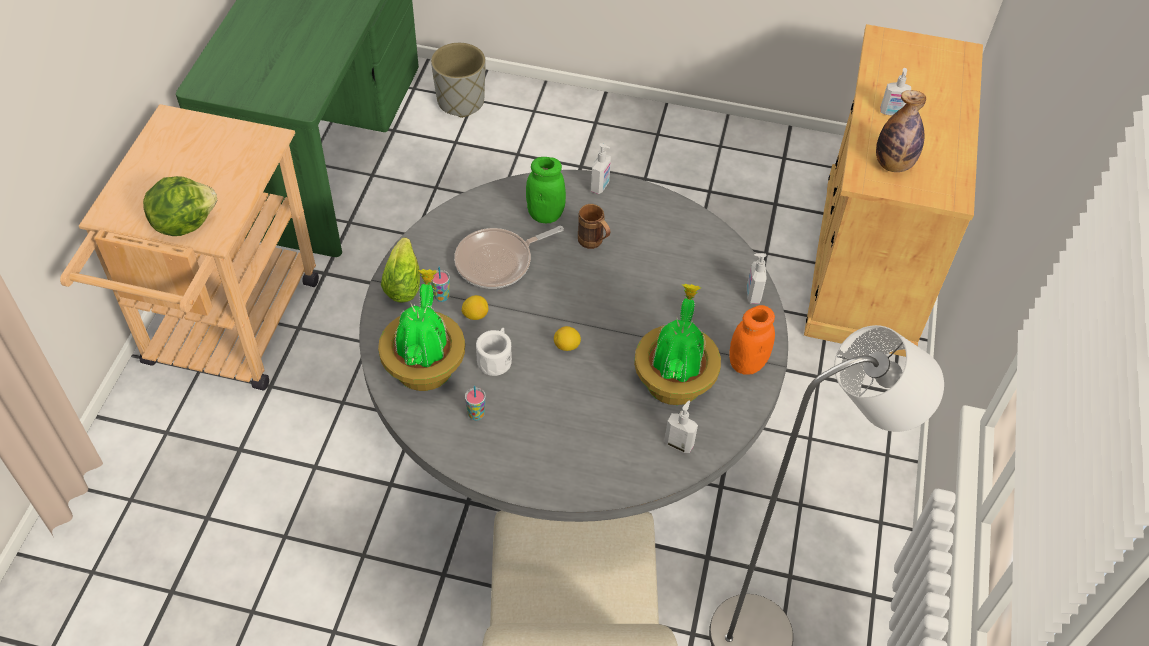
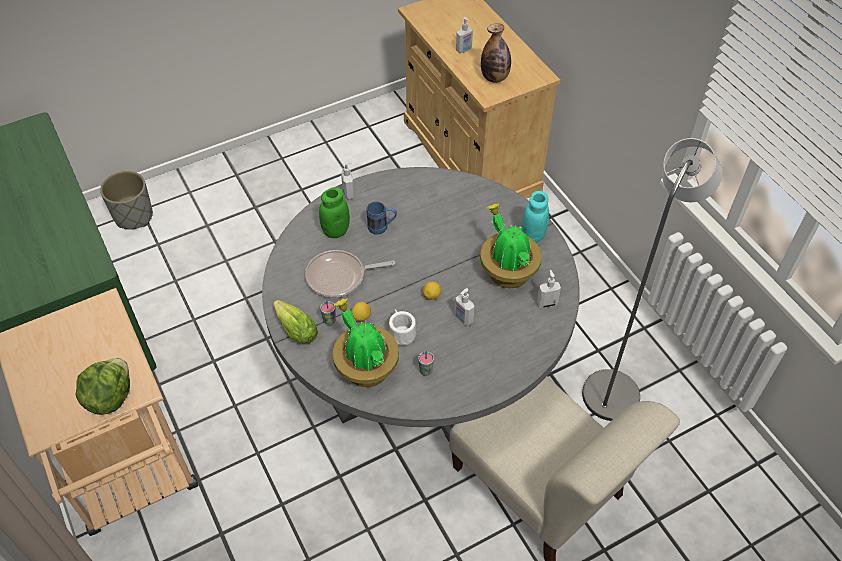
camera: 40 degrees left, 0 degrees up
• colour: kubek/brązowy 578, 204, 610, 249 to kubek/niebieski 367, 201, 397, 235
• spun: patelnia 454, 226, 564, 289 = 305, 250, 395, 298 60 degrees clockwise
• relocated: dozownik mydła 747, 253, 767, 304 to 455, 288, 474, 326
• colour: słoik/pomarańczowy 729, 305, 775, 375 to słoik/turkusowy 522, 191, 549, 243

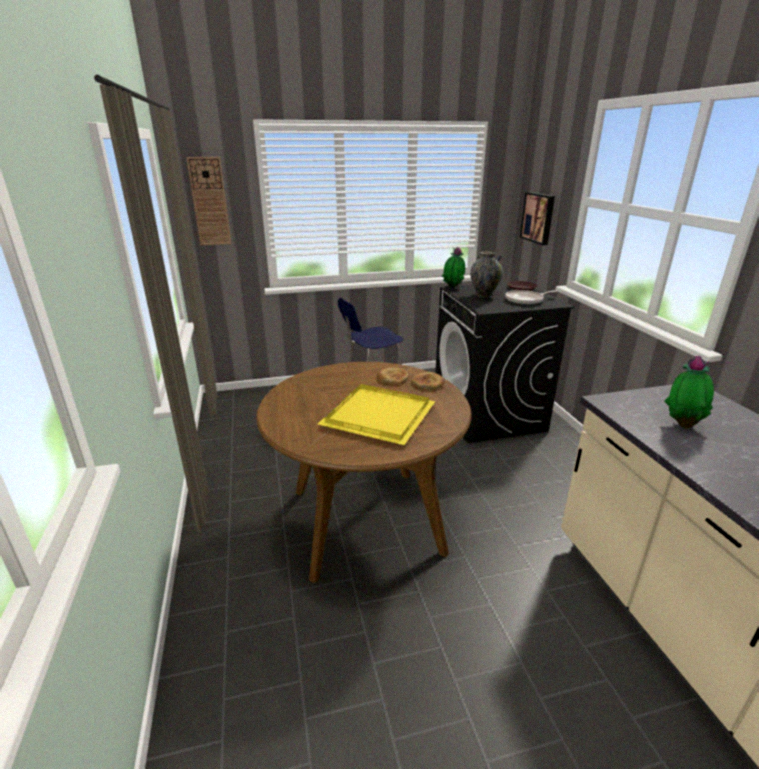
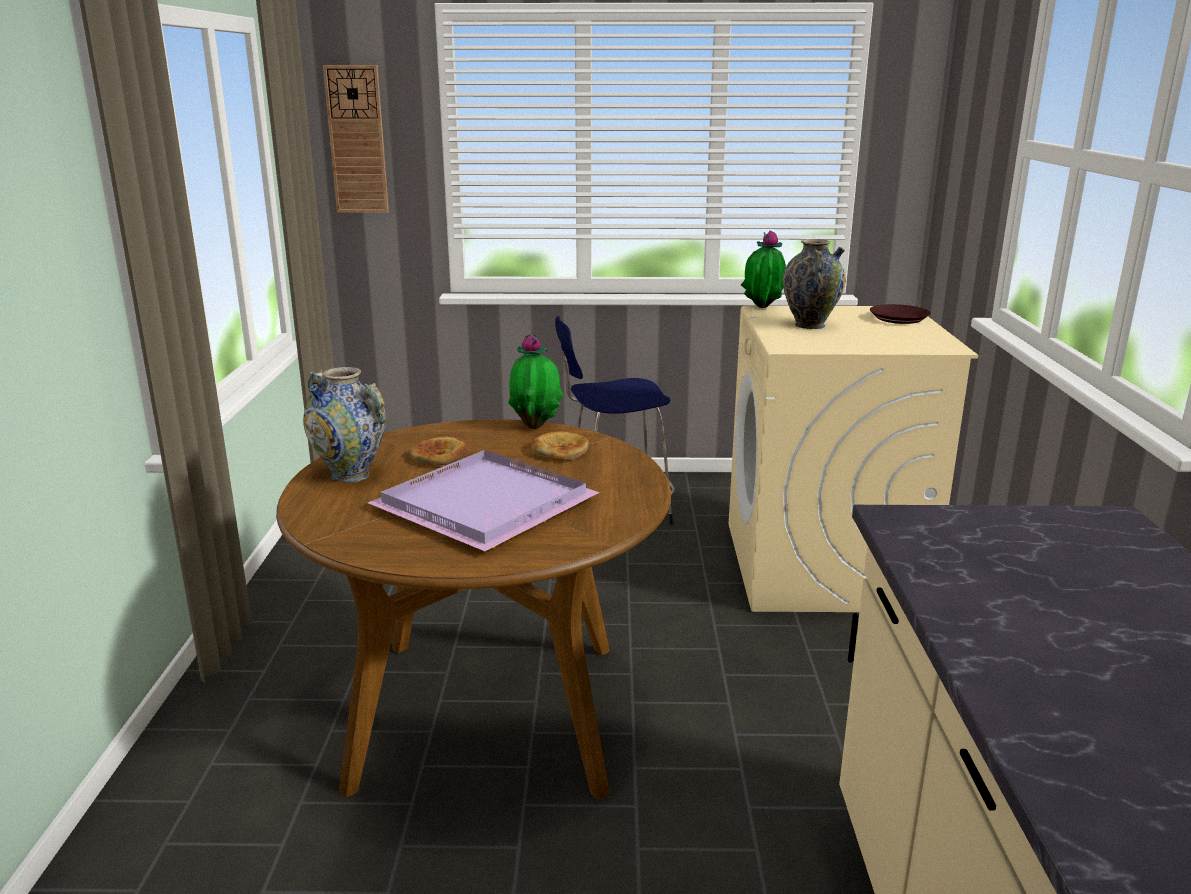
camera: 15 degrees right, 5 degrees down
• missing: obraz 520, 192, 555, 245
• colour: pralka/czarny 435, 282, 574, 443 to pralka/beżowy 729, 306, 978, 612
• missing: patelnia 505, 290, 557, 305
• relocated: roślina doniczkowa 664, 356, 714, 428 to 509, 334, 564, 429
• relocated: chleb 411, 372, 445, 390 to 409, 437, 470, 466
• colour: taca/żółty 318, 384, 435, 445 to taca/fioletowy 368, 450, 600, 551
• appeared: wazon 303, 367, 386, 483

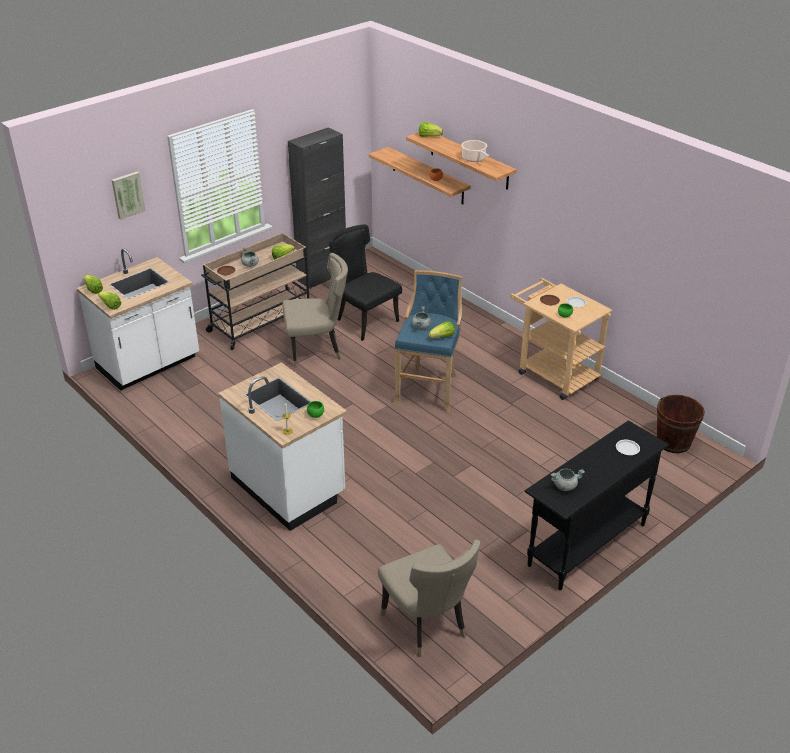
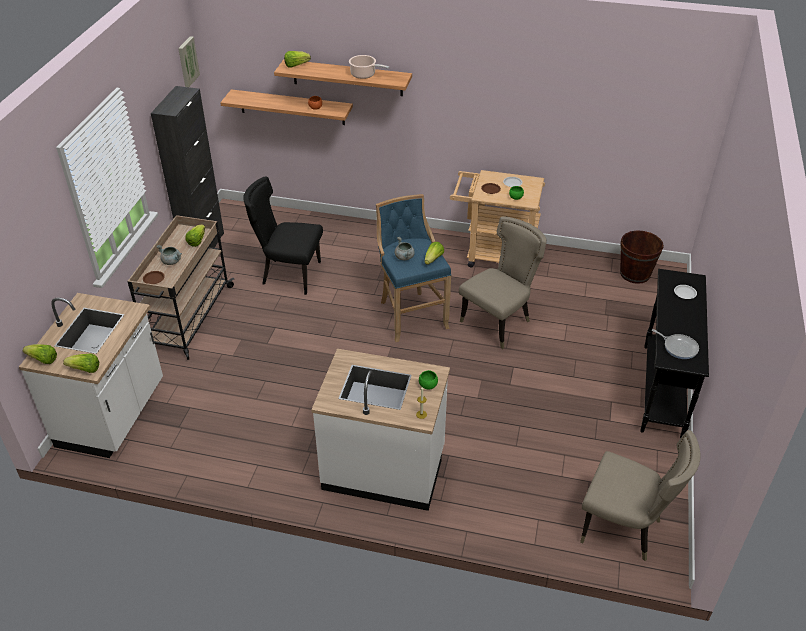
camera: 35 degrees left, 5 degrees up
• relocated: obraz 112, 172, 146, 220 to 178, 36, 200, 87
• relocated: krzesło/beżowy 282, 253, 348, 368 to 459, 216, 547, 349
• exchanged: garnek/szary 551, 469, 585, 491 to patelnia 652, 329, 699, 359

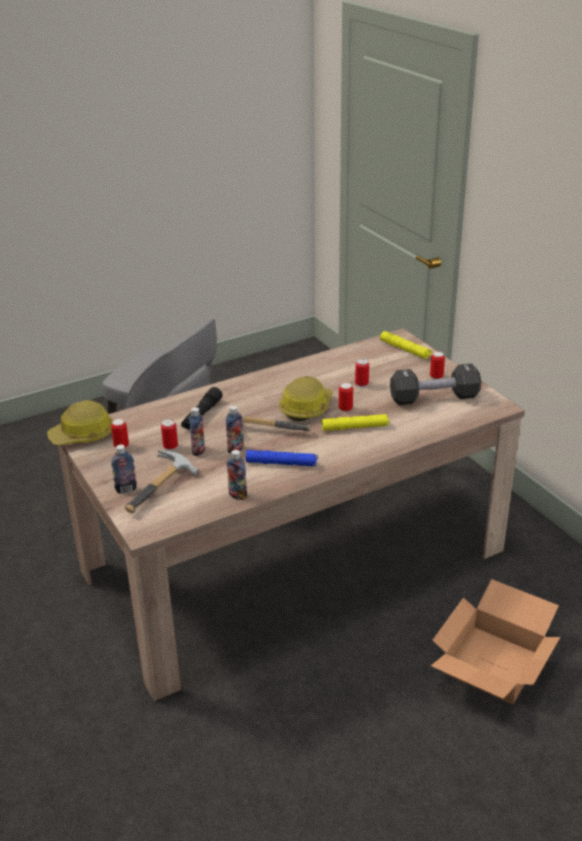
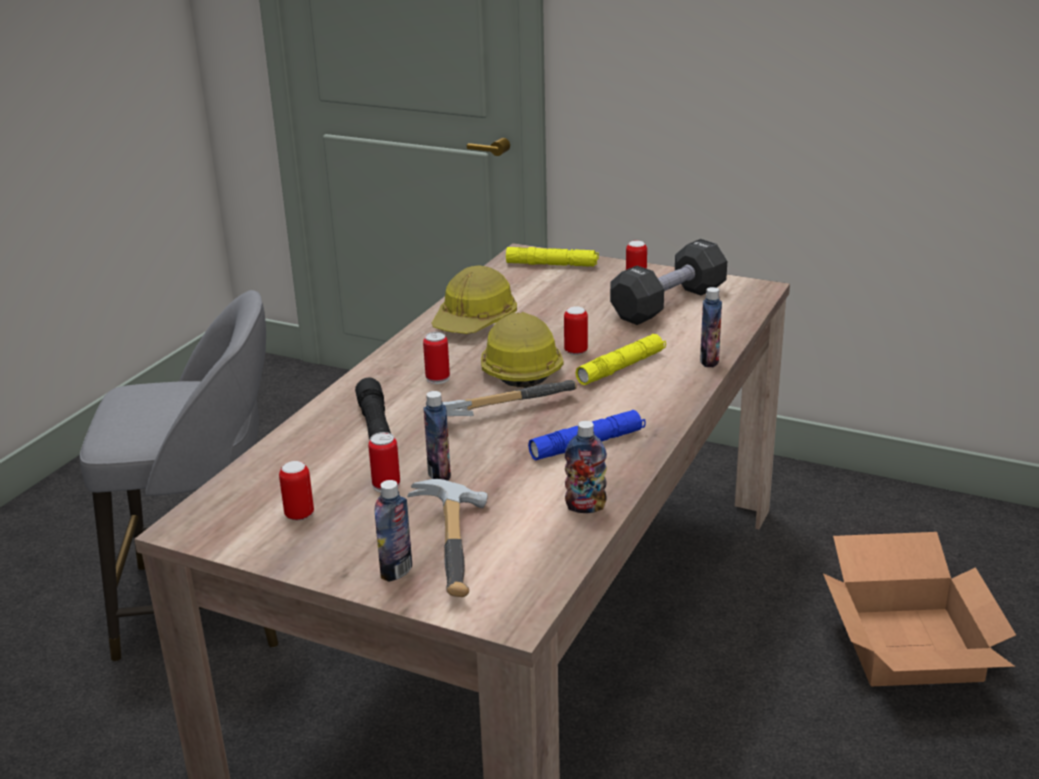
camera: 35 degrees left, 5 degrees down
• relocated: puszka 355, 359, 369, 388 to 423, 332, 450, 384
• relocated: kask 47, 400, 114, 446 to 432, 265, 517, 334
• relocated: butelka 226, 406, 244, 453 to 700, 287, 722, 367

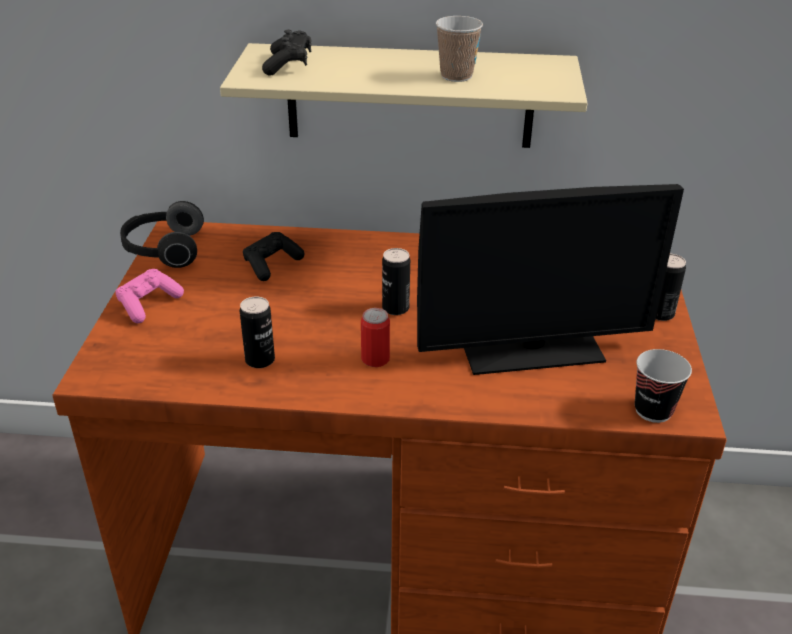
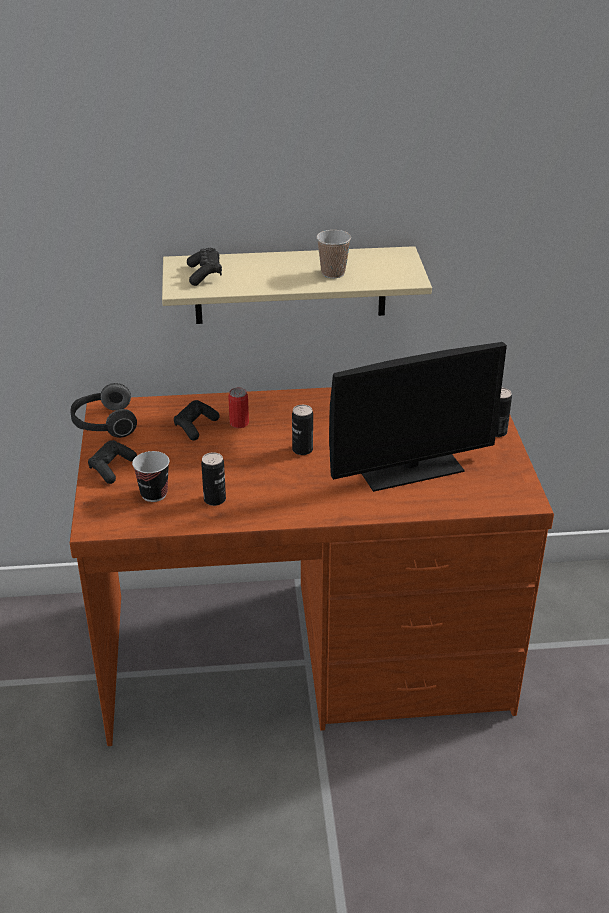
camera: 10 degrees left, 0 degrees up
• colour: pad do gier/różowy 115, 269, 184, 323 to pad do gier/czarny 88, 440, 137, 484
• relocated: puszka 361, 308, 390, 367 to 228, 388, 249, 428
• relocated: filiżanka 635, 349, 692, 423 to 132, 451, 170, 502

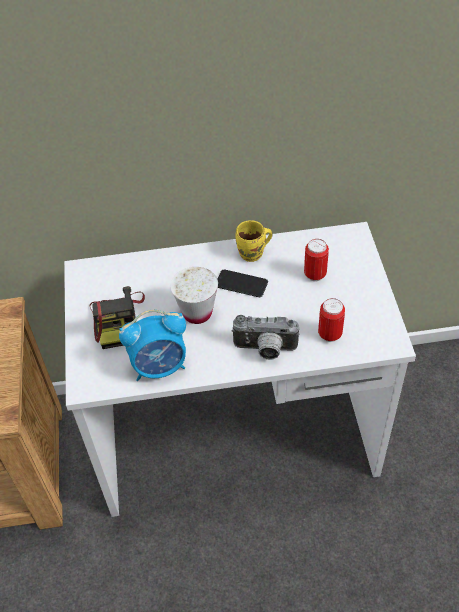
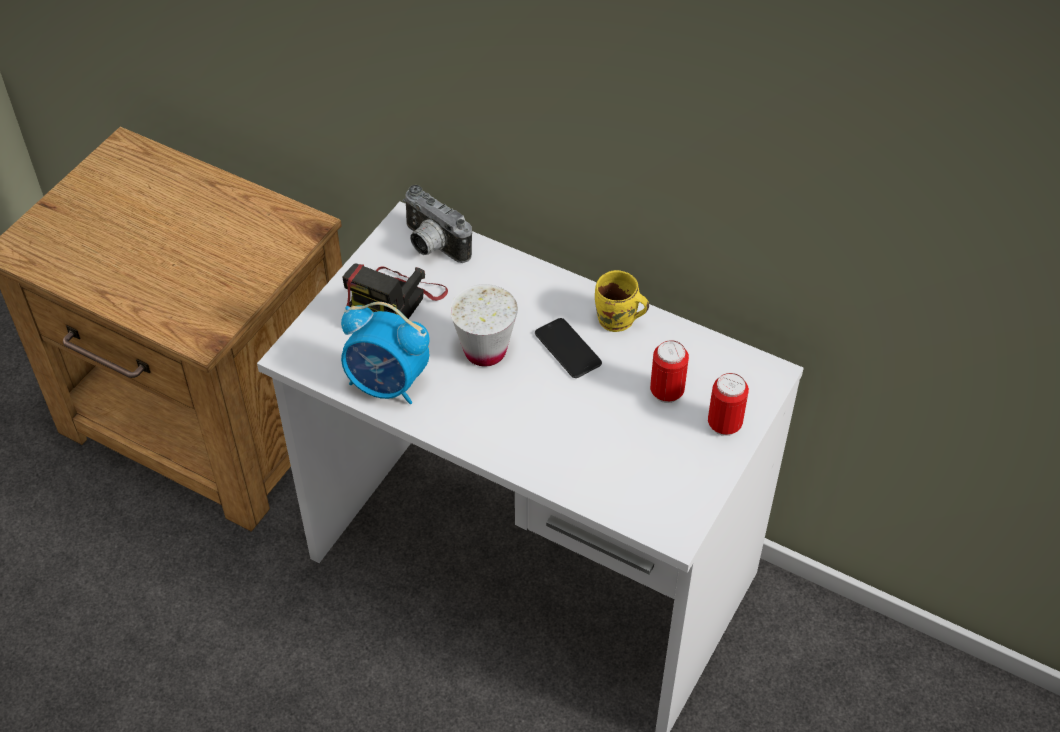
camera: 35 degrees right, 0 degrees up
• relocated: puszka 318, 298, 345, 342 to 708, 373, 749, 436
• relocated: aparat fotograficzny 231, 315, 300, 360 to 403, 185, 472, 263

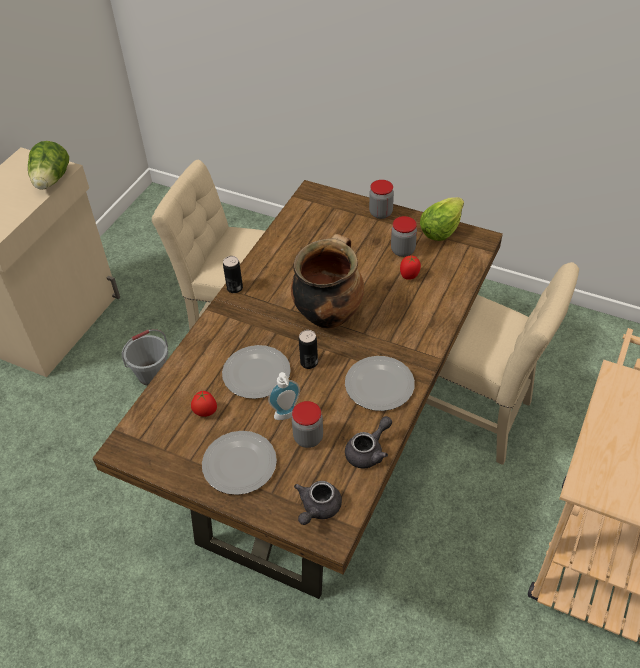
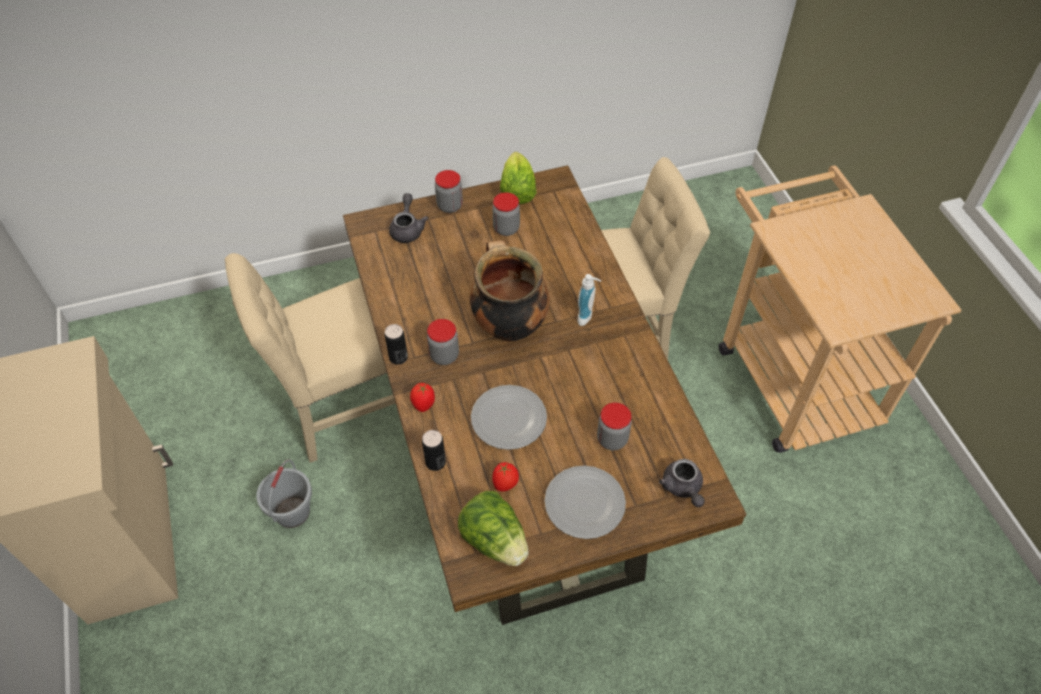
camera: 45 degrees left, 5 degrees up
• relocated: sałata 28, 141, 69, 190 to 458, 491, 529, 566
• relocated: pomidor 400, 255, 421, 280 to 410, 383, 435, 412
• relocated: puszka 299, 330, 318, 369 to 422, 430, 446, 471
• missing: talerz 345, 356, 415, 411
• relocated: dozownik mydła 268, 372, 300, 420 to 578, 274, 601, 326
• relocated: imbryk/szary 345, 416, 392, 469 to 389, 193, 428, 243
• appeared: słoik 427, 319, 459, 365

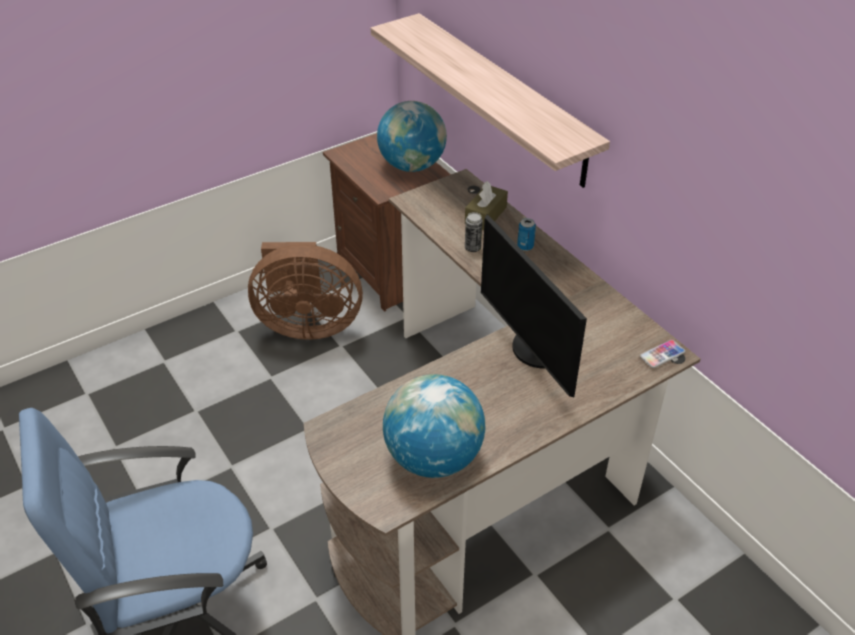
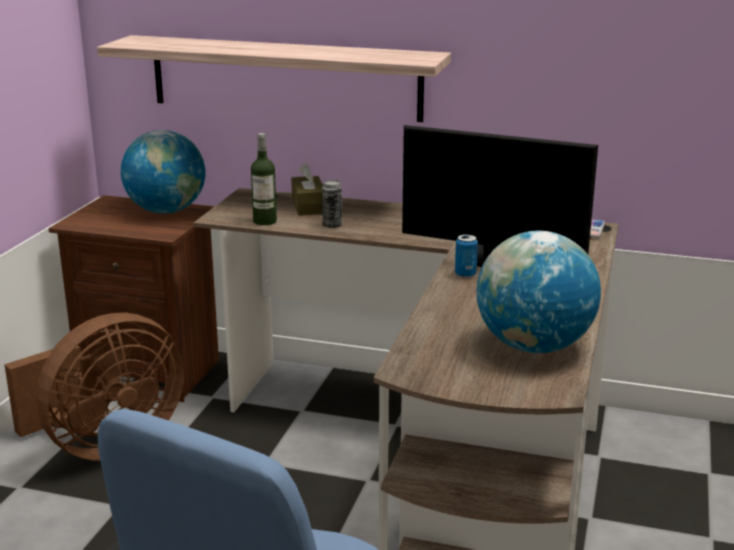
camera: 40 degrees left, 20 degrees down
• relocated: puszka 517, 218, 536, 251 to 455, 234, 478, 278
• appeared: butelka 251, 133, 277, 225

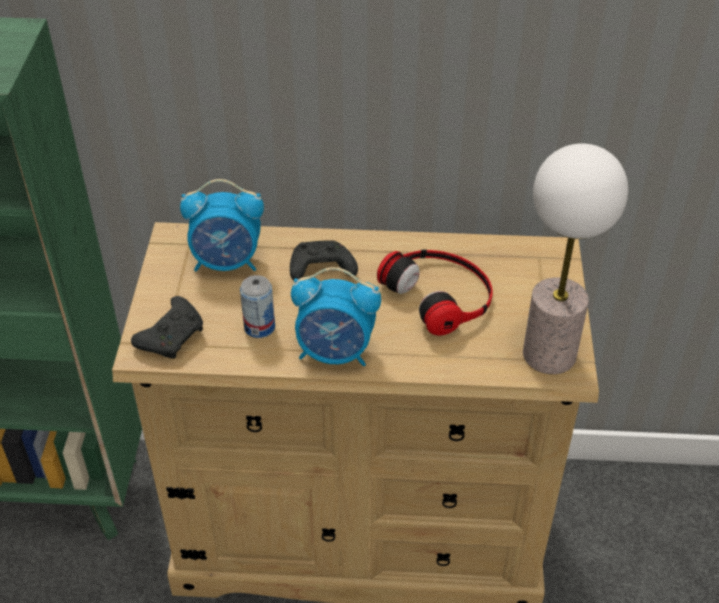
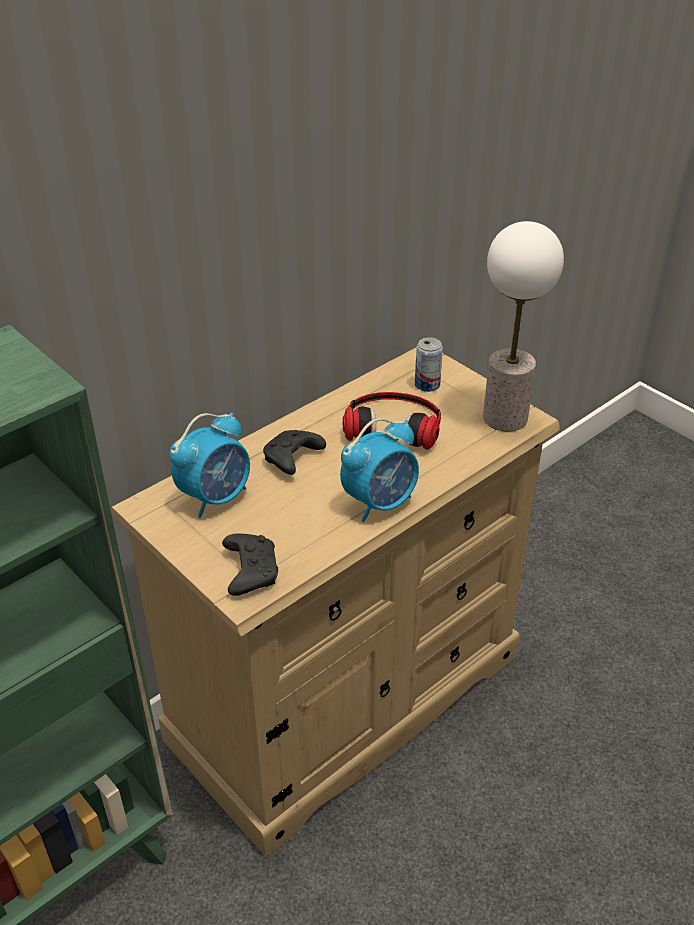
camera: 45 degrees left, 5 degrees down
• relocated: puszka 240, 275, 275, 338 to 415, 337, 443, 392

